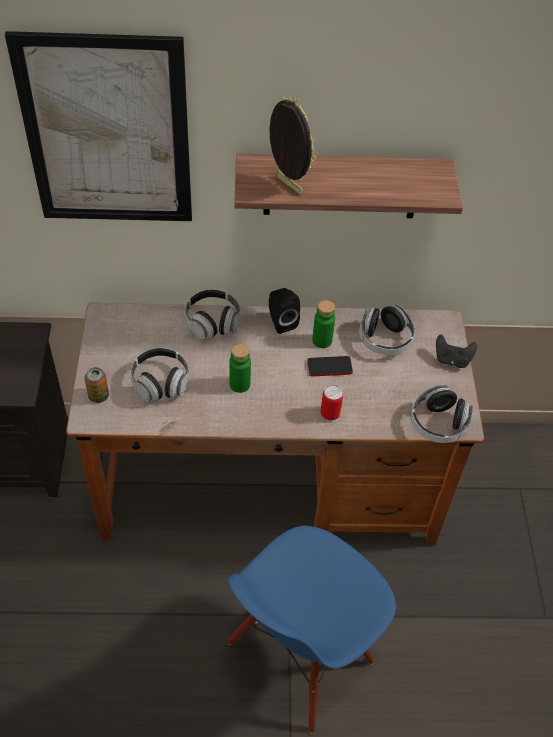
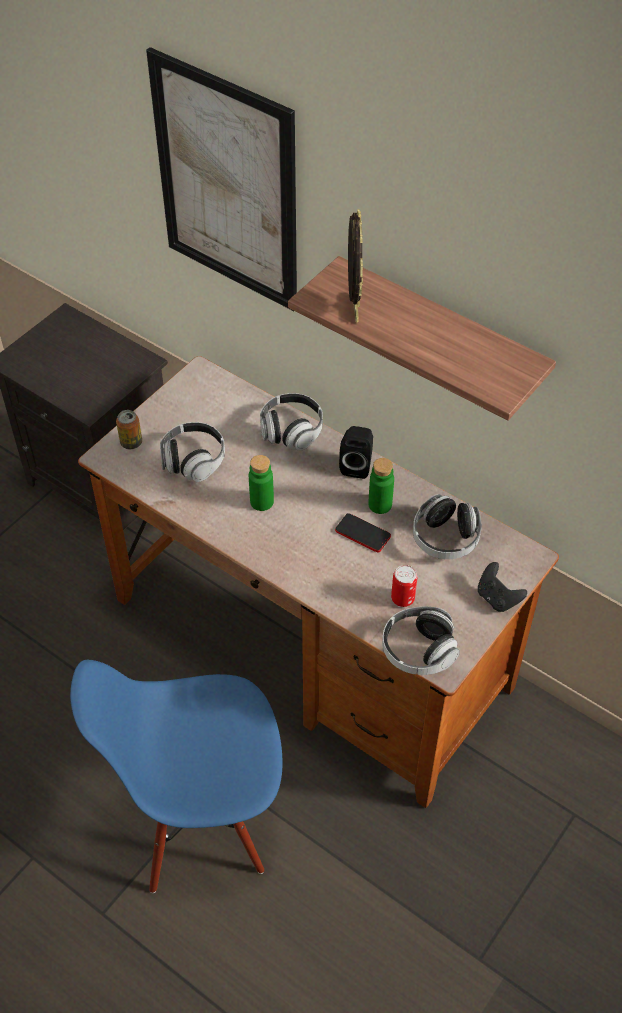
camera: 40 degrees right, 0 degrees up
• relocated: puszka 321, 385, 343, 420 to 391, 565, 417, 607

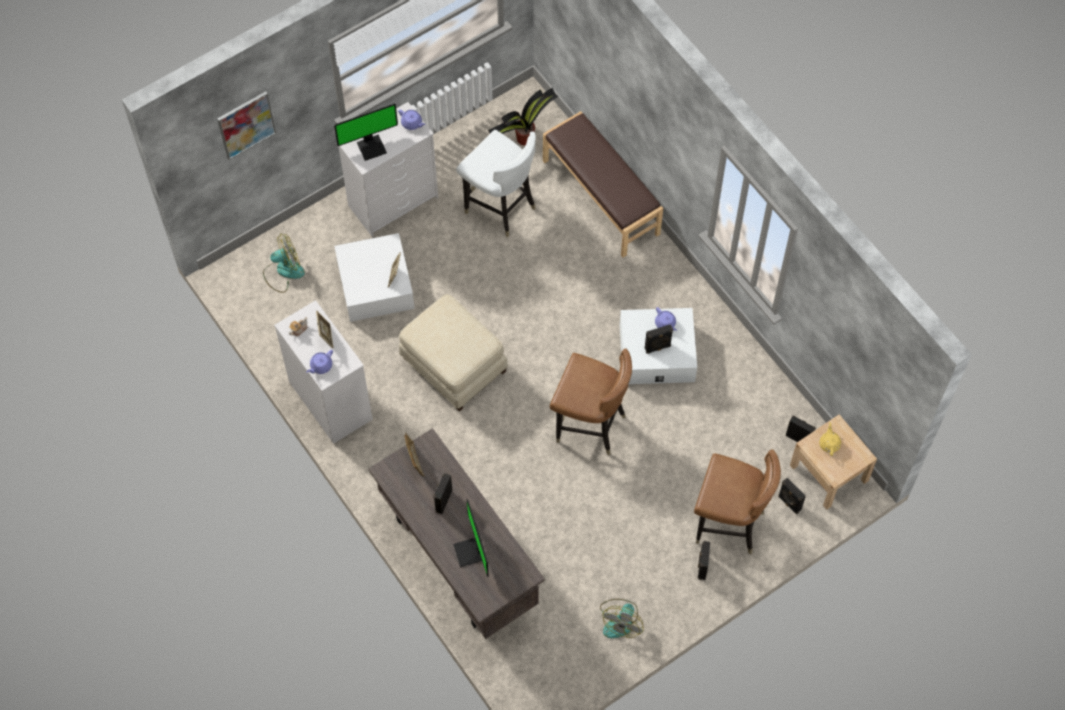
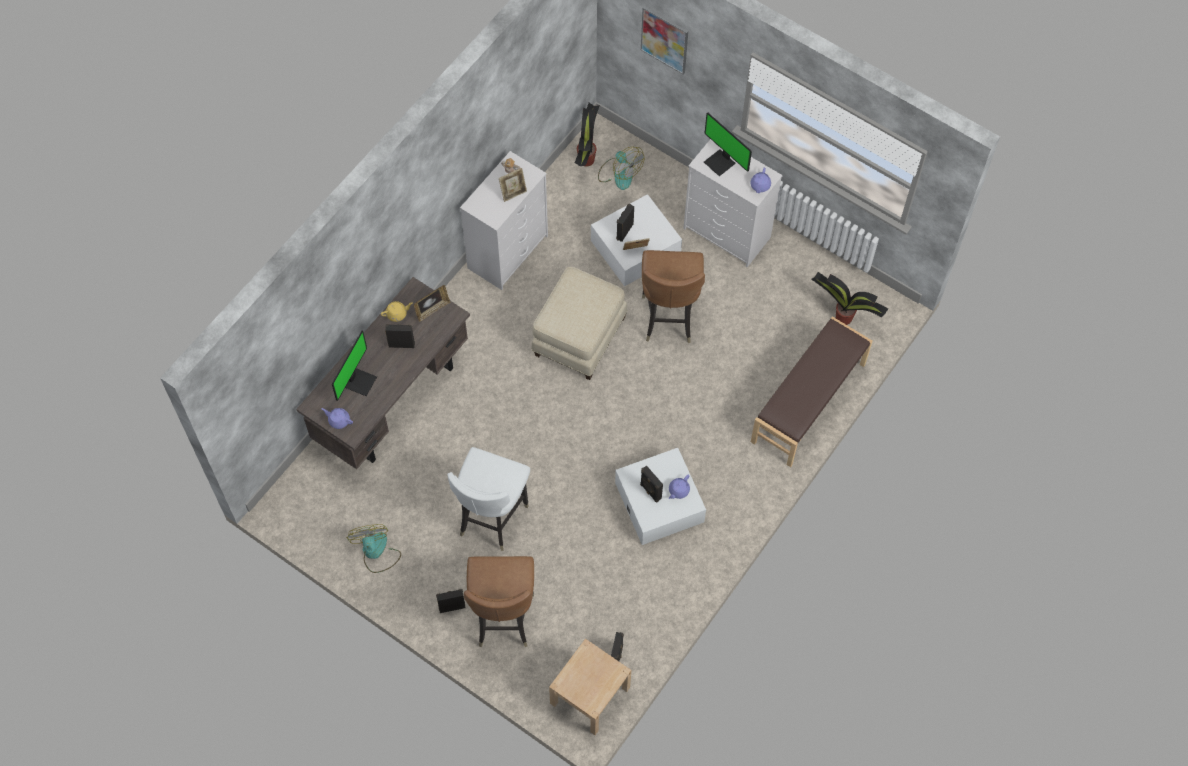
camera: 70 degrees right, 0 degrees up
• relocated: krzesło/biały 456, 130, 536, 237 to 447, 447, 530, 551
• relocated: krzesło/brązowy 550, 349, 632, 456 to 642, 250, 705, 343
• relocated: imbryk/fioletowy 306, 350, 333, 374 to 321, 408, 353, 429
• relocated: imbryk/żółty 819, 422, 841, 456 to 381, 301, 413, 322
• relocated: głośnik/czarny 778, 478, 806, 514 to 616, 203, 634, 242
• spun: monitor 453, 499, 489, 577 = 332, 331, 377, 401 150 degrees clockwise
• spun: wentylator 600, 599, 644, 638 = 347, 524, 401, 573 75 degrees clockwise
• appeared: roślina doniczkowa 575, 103, 600, 166

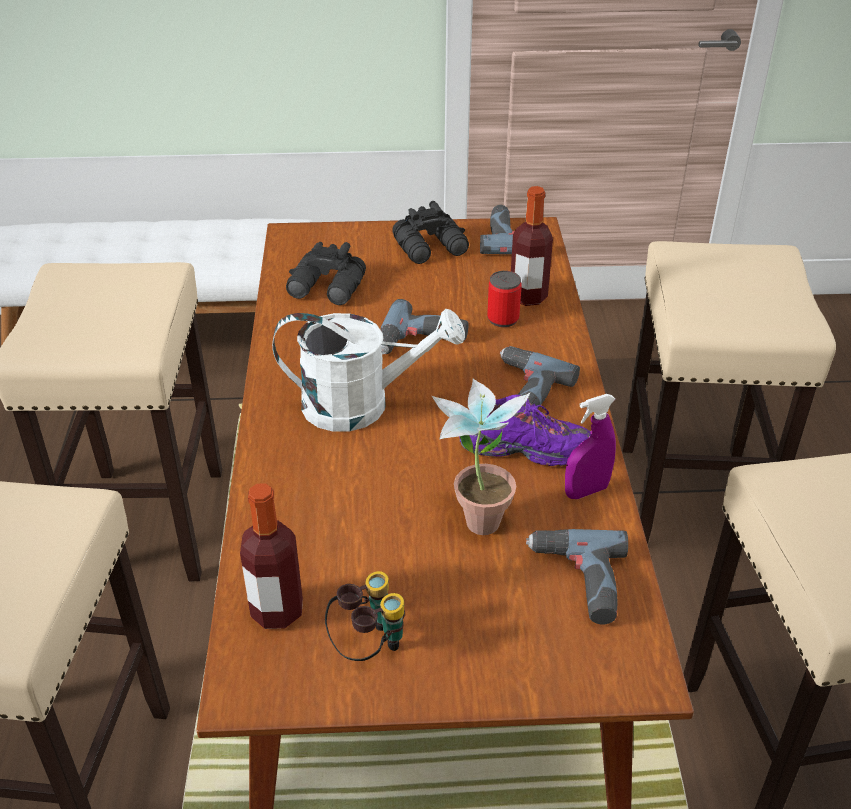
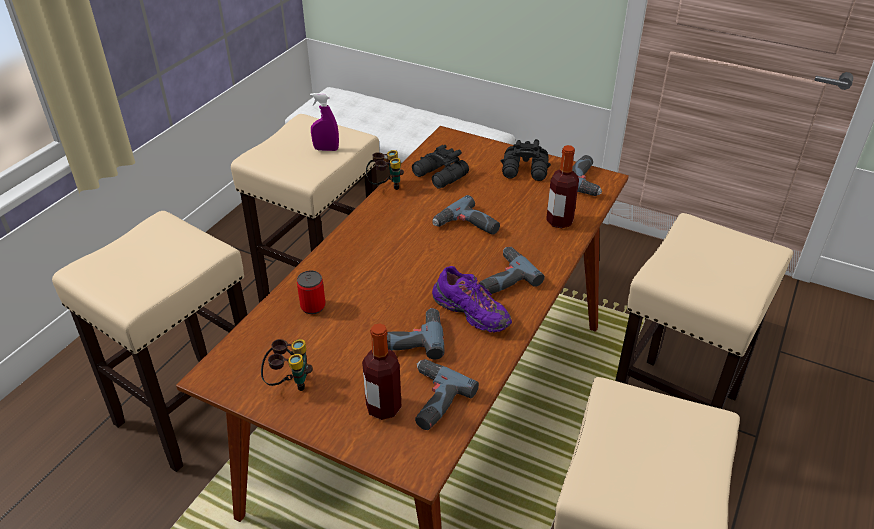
camera: 30 degrees right, 0 degrees up
• relocated: puszka 487, 271, 522, 327 to 297, 270, 326, 314
• missing: konewka/biały 272, 309, 465, 432
• exchanged: roślina doniczkowa 432, 379, 530, 535 to wiertarka 387, 308, 445, 360
• relocated: spryskiwacz/fioletowy 565, 394, 616, 499 to 310, 93, 339, 151
• relocated: butelka 240, 483, 303, 629 to 362, 323, 401, 420
• appeared: lornetka 366, 150, 404, 190

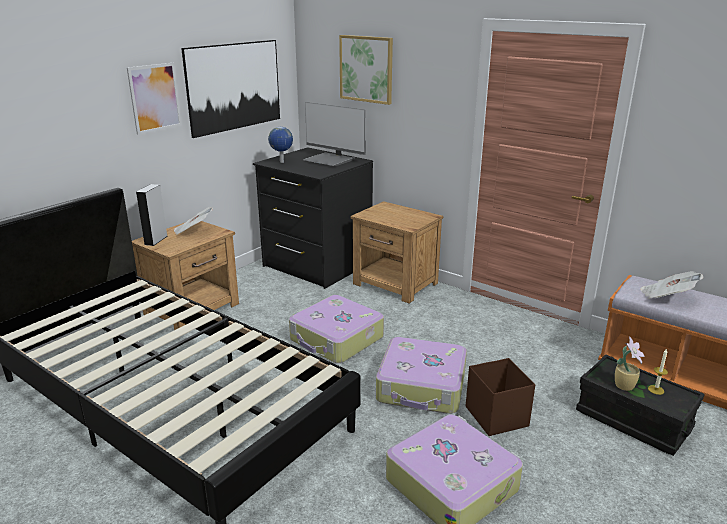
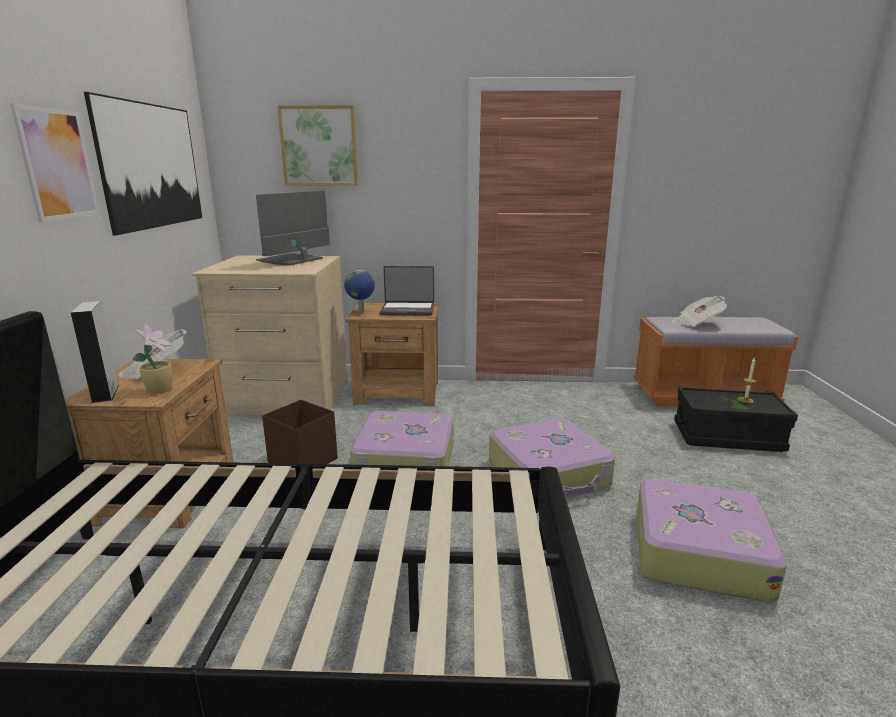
camera: 35 degrees left, 5 degrees down
• spun: monitor 304, 102, 366, 166 = 256, 191, 330, 266 120 degrees clockwise
• relocated: globus 268, 127, 293, 163 to 344, 270, 375, 314
• colour: komoda/czarny 253, 147, 373, 289 to komoda/beżowy 192, 255, 348, 415
• relocated: roślina doniczkowa 615, 336, 645, 391 to 132, 324, 173, 394
• relocated: pojemnik do przechowywania/brązowy 466, 358, 535, 436 to 262, 399, 338, 464
• appeared: laptop 379, 266, 434, 316

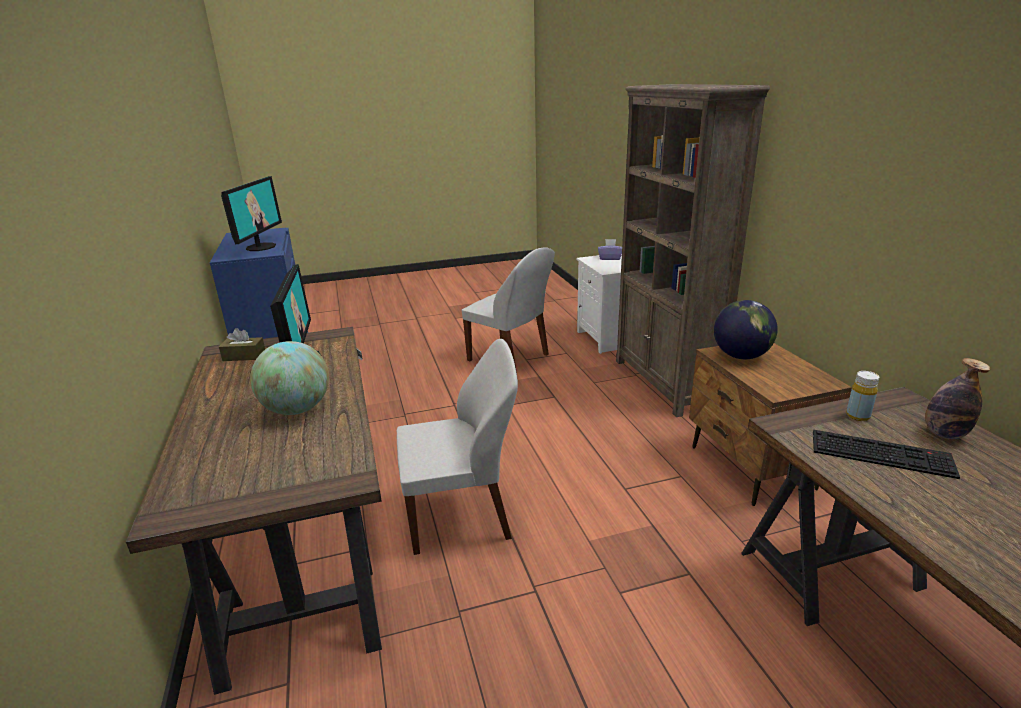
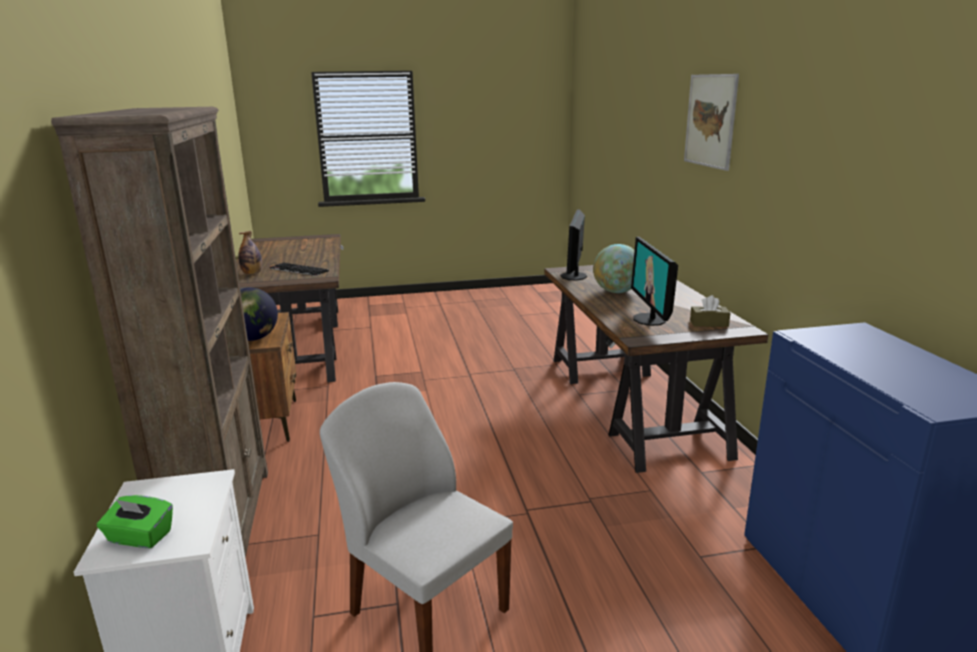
camera: 175 degrees left, 5 degrees down
• relocated: monitor 221, 176, 282, 251 to 561, 209, 587, 281
• colour: pudełko chusteczek/fioletowy 598, 239, 622, 260 to pudełko chusteczek/zielony 97, 495, 173, 548
• missing: krzesło/biały 397, 339, 518, 555
• missing: butelka/żółty 846, 371, 879, 421
• appeared: obraz 684, 74, 739, 171

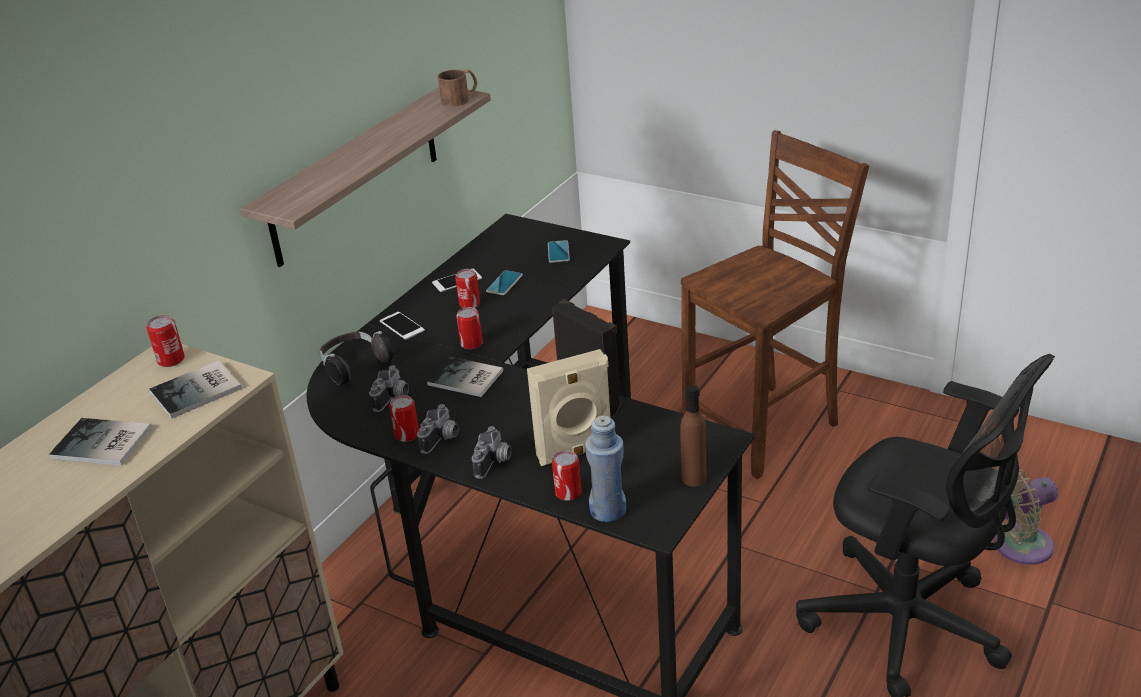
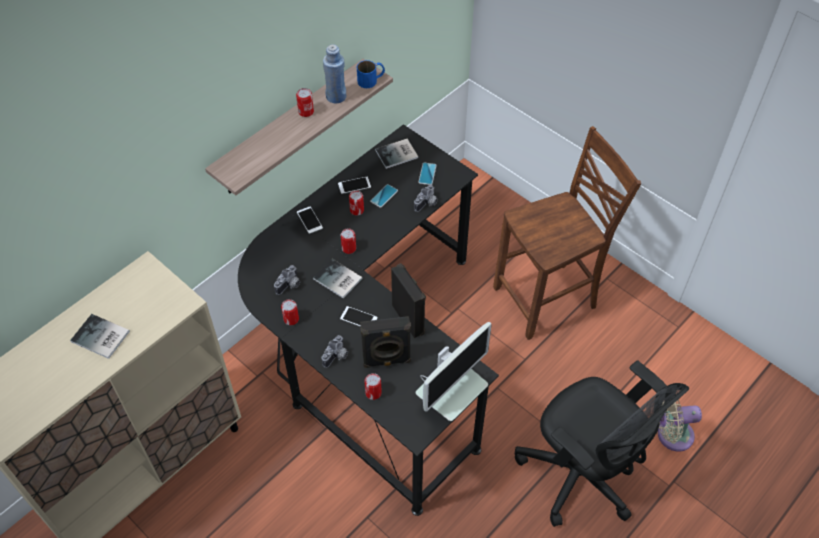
camera: 10 degrees right, 20 degrees up
• colour: kubek/brązowy 438, 70, 477, 107 to kubek/niebieski 357, 60, 385, 88
• relocated: puszka 146, 315, 185, 367 to 296, 88, 314, 117
• missing: słuchawki 319, 331, 394, 385
• colour: głośnik/beżowy 527, 349, 610, 466 to głośnik/czarny 360, 316, 411, 368
• relocated: książka 149, 360, 242, 419 to 375, 139, 418, 169
• exchanged: butelka/brązowy 680, 385, 706, 487 to monitor 416, 322, 492, 421
• relocated: aparat fotograficzny 417, 404, 459, 454 to 414, 184, 438, 212
• relocated: butelka/niebieski 585, 415, 626, 522 to 323, 44, 346, 104
• appeared: telefon 340, 306, 378, 327

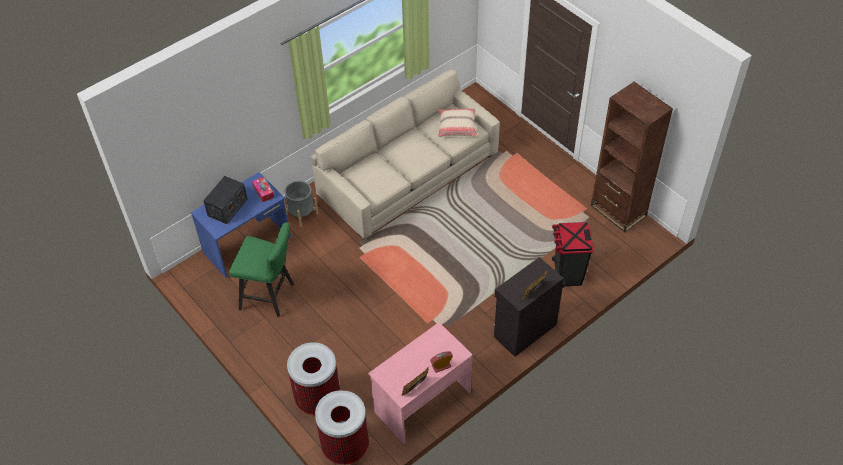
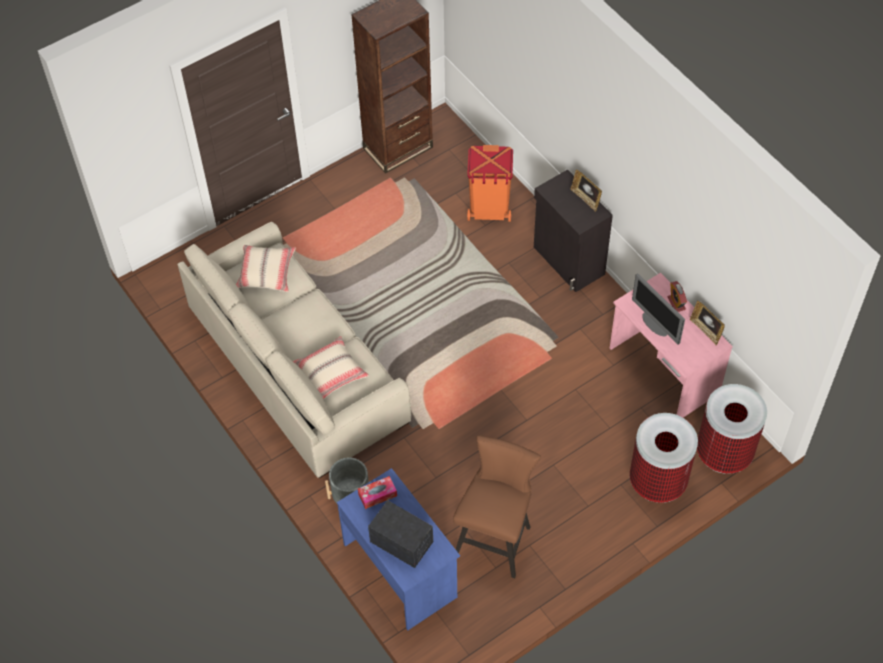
camera: 85 degrees left, 5 degrees up
• colour: stołek/zielony 229, 222, 294, 317 to stołek/brązowy 453, 435, 541, 578
• colour: kosz na śmieci/czarny 552, 222, 594, 288 to kosz na śmieci/pomarańczowy 467, 145, 513, 222
• appeared: monitor 632, 274, 685, 345
• appeared: poduszka/beżowy 293, 336, 369, 399

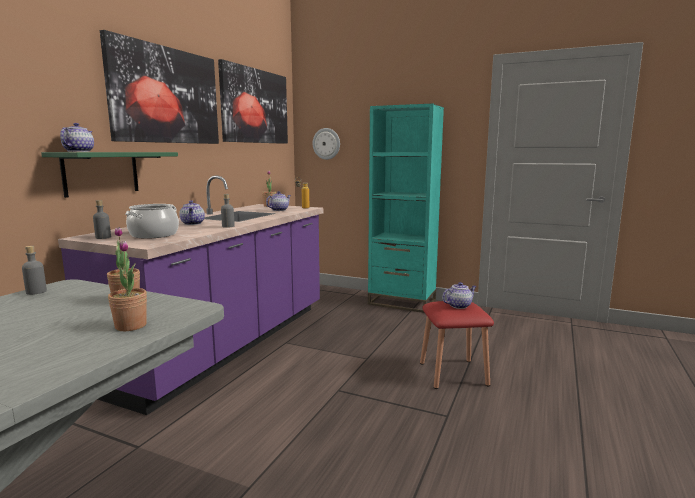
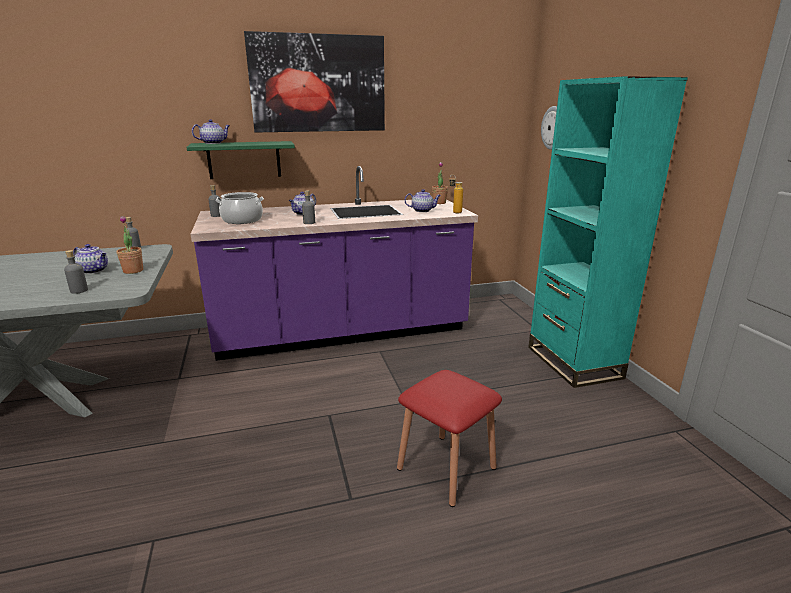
camera: 50 degrees right, 10 degrees up
• missing: obraz 218, 59, 288, 144
• exchanged: roślina doniczkowa 108, 241, 147, 331 to butelka/szary 64, 250, 88, 294
• relocated: imbryk 442, 282, 477, 309 to 73, 244, 108, 274

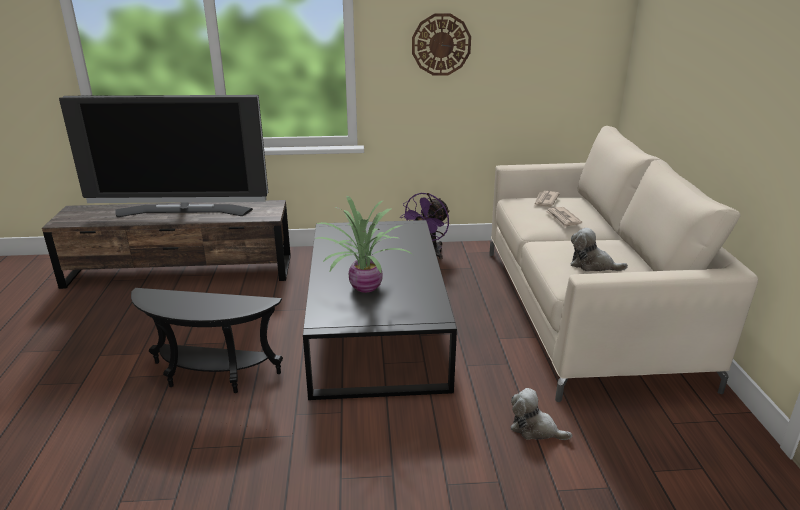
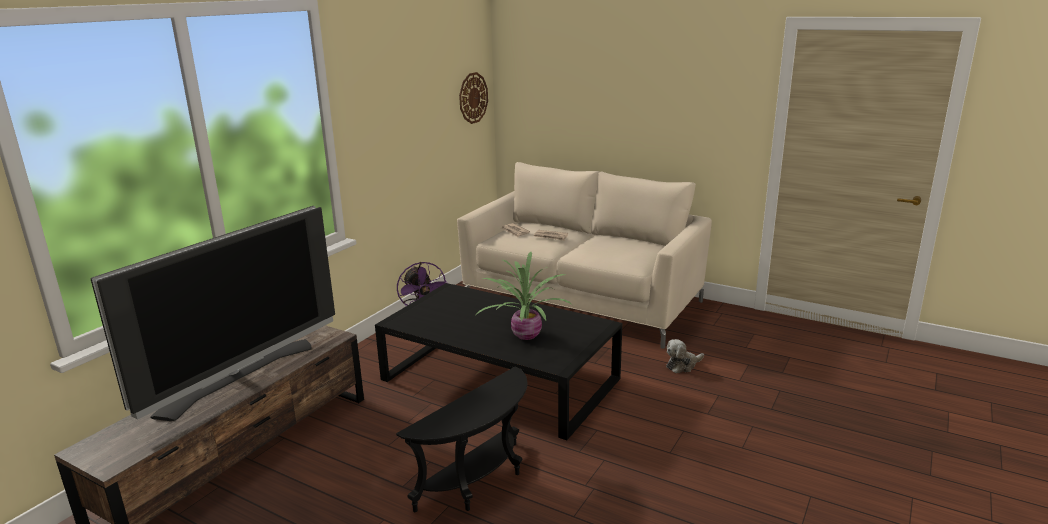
camera: 55 degrees left, 5 degrees down
• relocated: zegar ścienny 412, 13, 471, 76 to 459, 72, 488, 124
• missing: pluszak 571, 228, 628, 272

